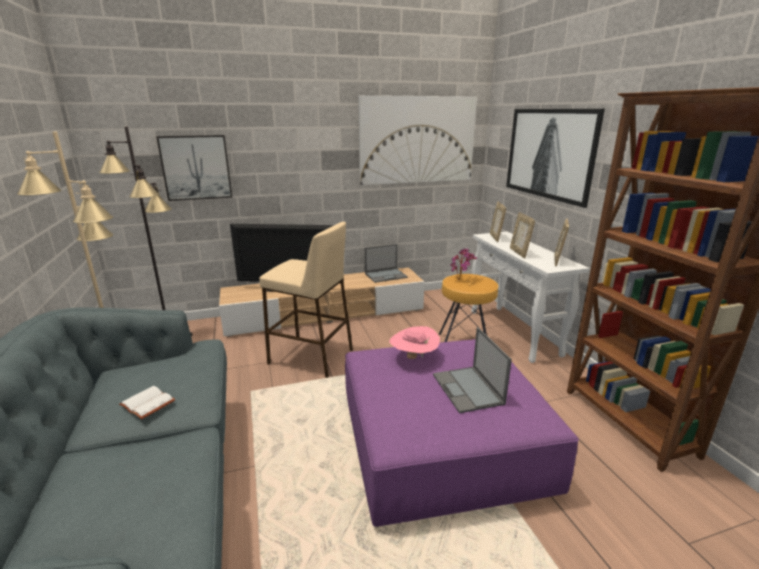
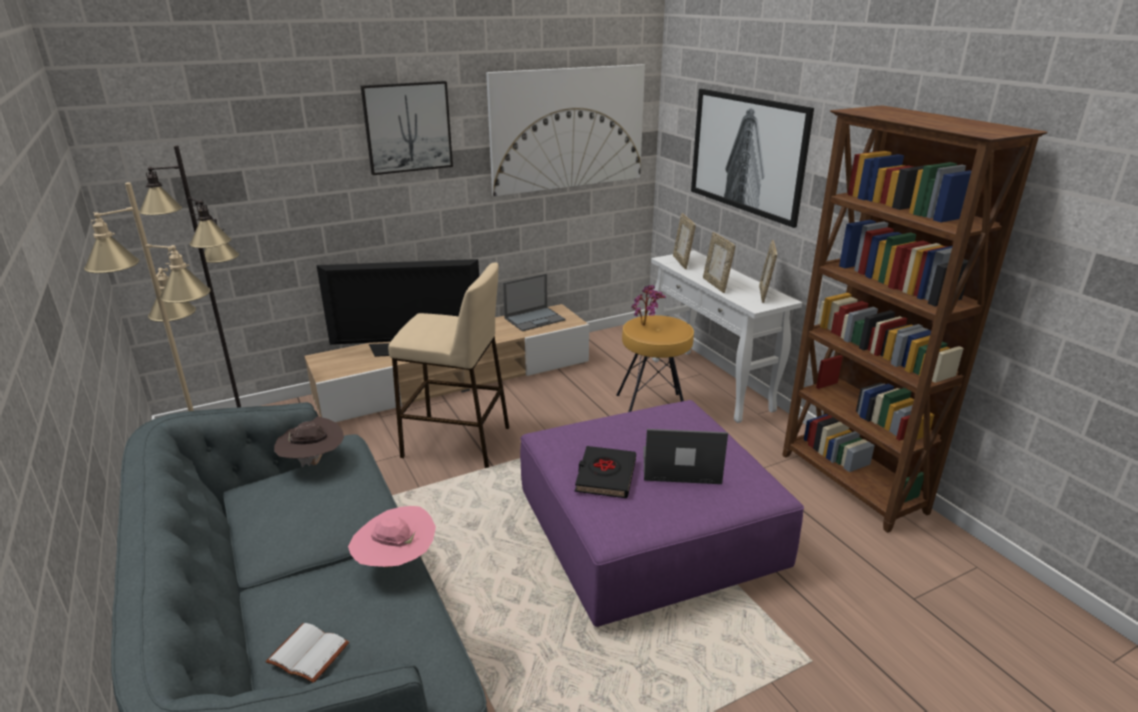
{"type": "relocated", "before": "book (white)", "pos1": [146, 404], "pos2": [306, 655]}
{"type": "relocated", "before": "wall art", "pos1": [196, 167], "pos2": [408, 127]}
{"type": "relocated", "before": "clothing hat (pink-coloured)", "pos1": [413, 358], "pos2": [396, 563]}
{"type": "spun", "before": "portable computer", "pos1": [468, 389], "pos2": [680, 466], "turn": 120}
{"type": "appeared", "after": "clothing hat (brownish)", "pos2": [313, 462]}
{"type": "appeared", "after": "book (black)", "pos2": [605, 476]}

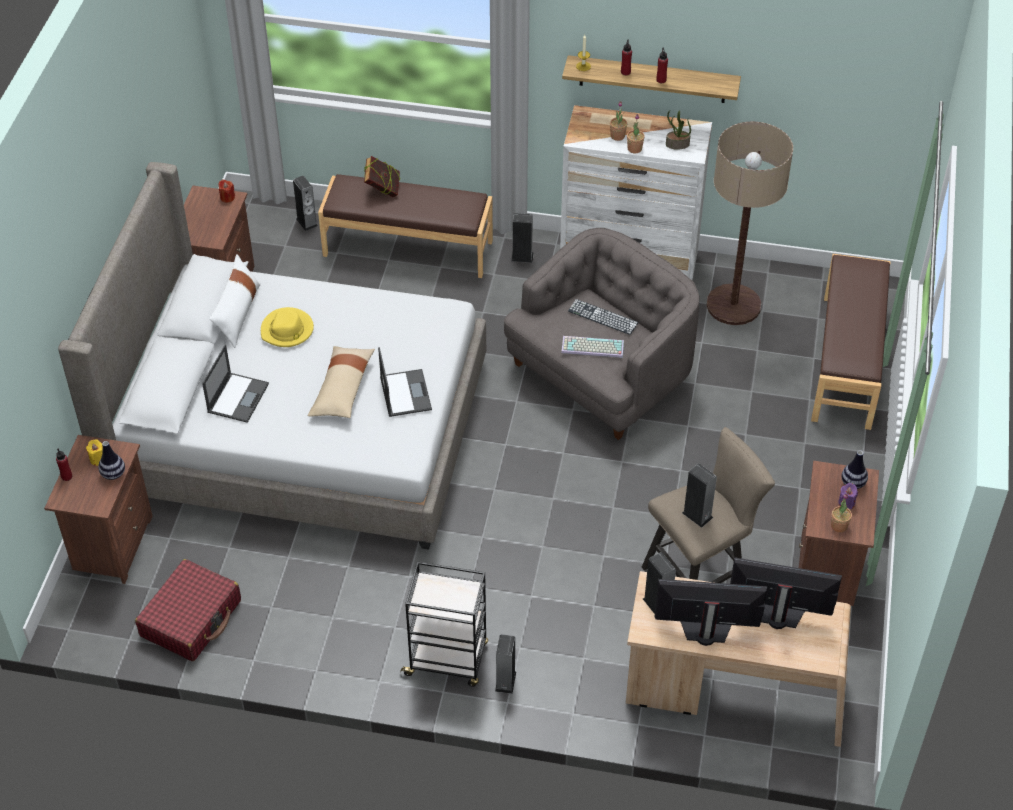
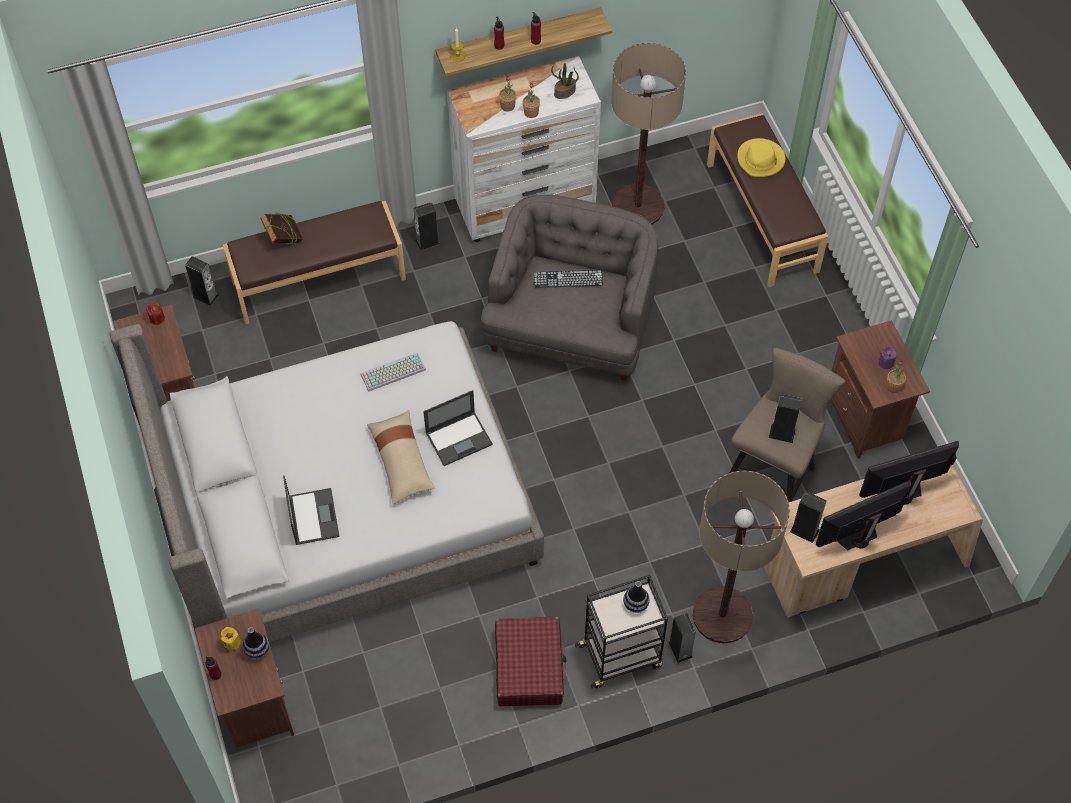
{"type": "relocated", "before": "piece of luggage (red-coloured)", "pos1": [191, 618], "pos2": [529, 667]}
{"type": "missing", "before": "throw pillow (white)", "pos1": [238, 314]}
{"type": "relocated", "before": "clothing hat (yellow)", "pos1": [287, 330], "pos2": [761, 160]}
{"type": "spun", "before": "portable computer", "pos1": [405, 393], "pos2": [459, 438], "turn": 105}
{"type": "relocated", "before": "PC keyboard", "pos1": [591, 348], "pos2": [393, 373]}
{"type": "relocated", "before": "vase", "pos1": [852, 483], "pos2": [635, 604]}
{"type": "appeared", "after": "standard lamp", "pos2": [722, 615]}

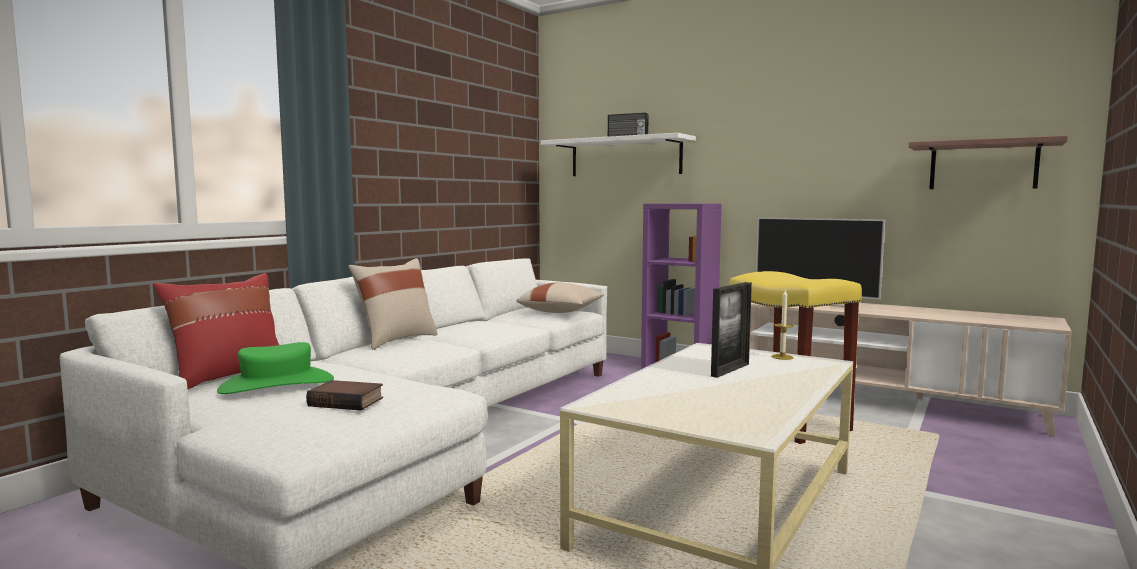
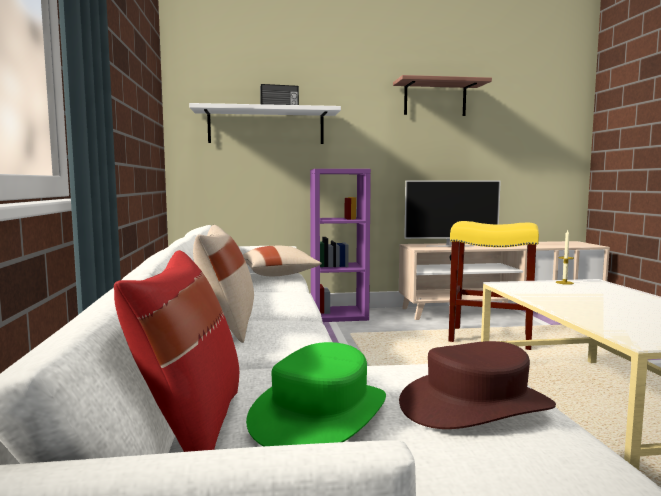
{"type": "exchanged", "before": "book", "after": "clothing hat (brownish)", "pos1": [348, 401], "pos2": [476, 405]}
{"type": "missing", "before": "picture frame", "pos1": [730, 370]}
{"type": "relocated", "before": "bracket shelf", "pos1": [983, 165], "pos2": [435, 99]}

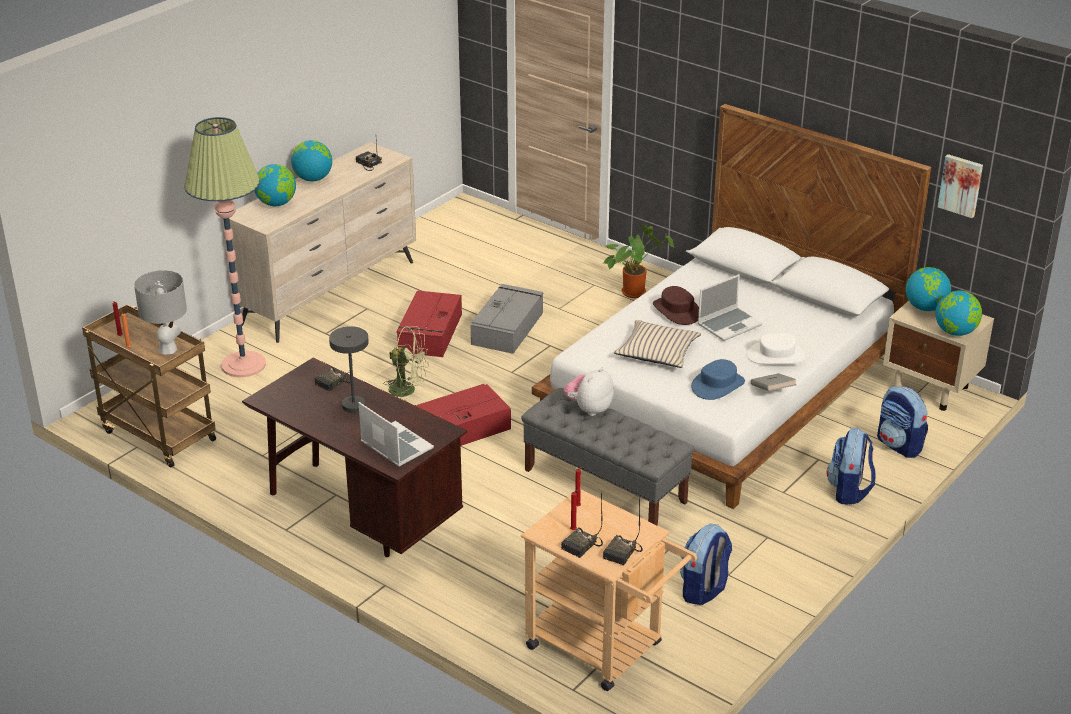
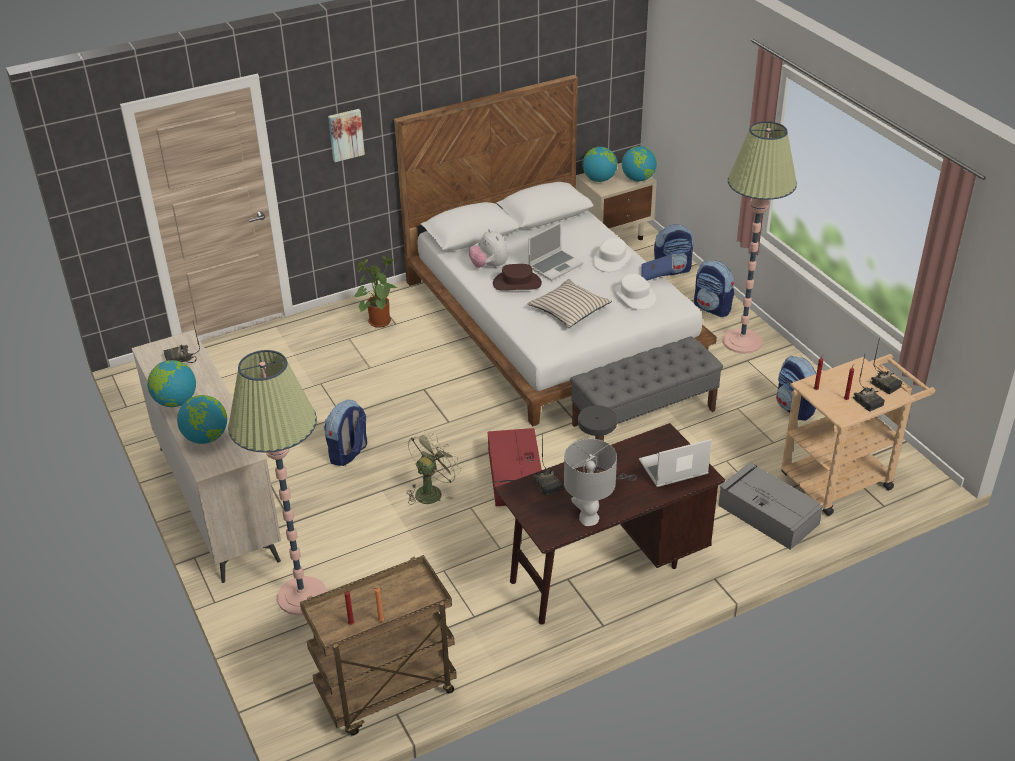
{"type": "relocated", "before": "lamp for a table (gray)", "pos1": [168, 349], "pos2": [588, 518]}
{"type": "exchanged", "before": "storage bin (red-coloured)", "after": "knapsack", "pos1": [430, 333], "pos2": [348, 454]}
{"type": "relocated", "before": "storage bin (gray)", "pos1": [508, 327], "pos2": [767, 514]}
{"type": "relocated", "before": "cuddly toy", "pos1": [589, 409], "pos2": [489, 266]}
{"type": "colour", "before": "clothing hat (blue-coloured)", "after": "clothing hat (white)", "pos1": [717, 385], "pos2": [634, 296]}
{"type": "spun", "before": "portable computer", "pos1": [729, 324], "pos2": [555, 266], "turn": 60}
{"type": "colour", "before": "book (gray)", "after": "book (blue-coloured)", "pos1": [772, 391], "pos2": [656, 275]}
{"type": "relocated", "before": "wall art", "pos1": [961, 185], "pos2": [345, 134]}
{"type": "appeared", "after": "standard lamp", "pos2": [742, 341]}

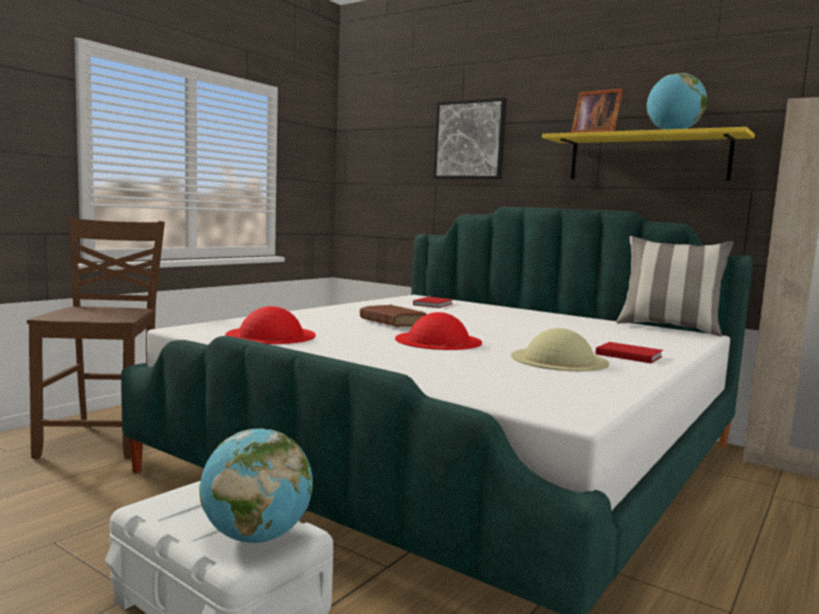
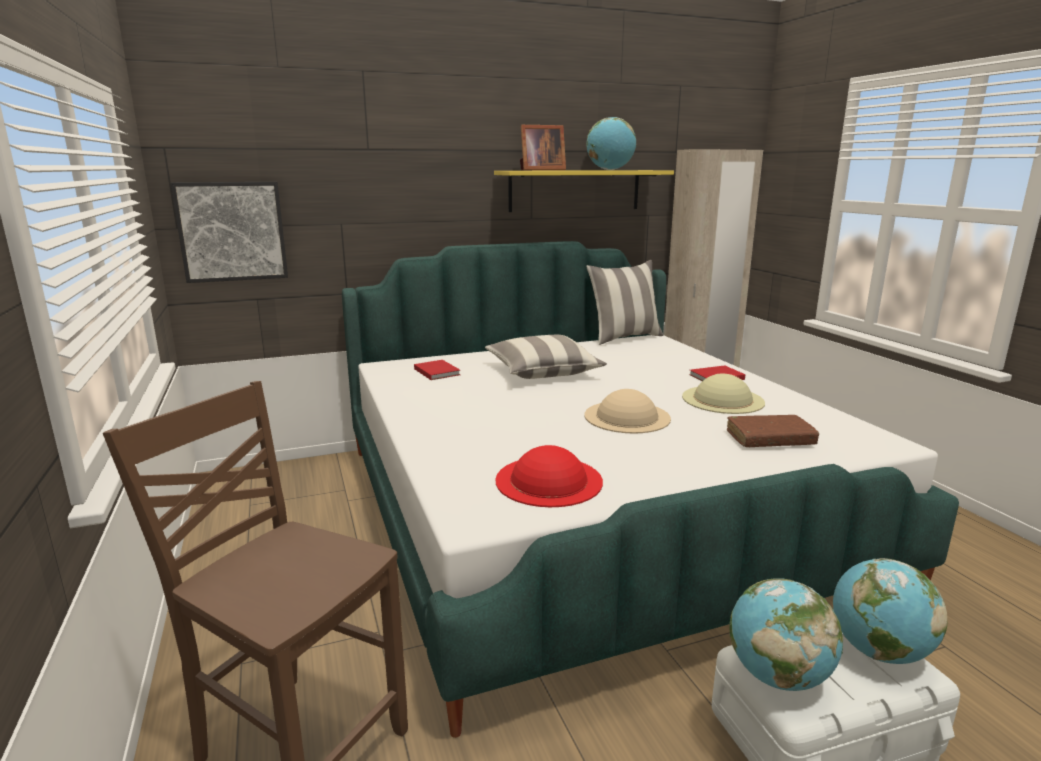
{"type": "relocated", "before": "book (brownish)", "pos1": [392, 323], "pos2": [770, 439]}
{"type": "colour", "before": "clothing hat (red-coloured)", "after": "clothing hat (beige-coloured)", "pos1": [438, 340], "pos2": [627, 416]}
{"type": "relocated", "before": "wall art", "pos1": [470, 140], "pos2": [232, 231]}
{"type": "appeared", "after": "throw pillow", "pos2": [542, 372]}
{"type": "appeared", "after": "desk globe", "pos2": [777, 676]}

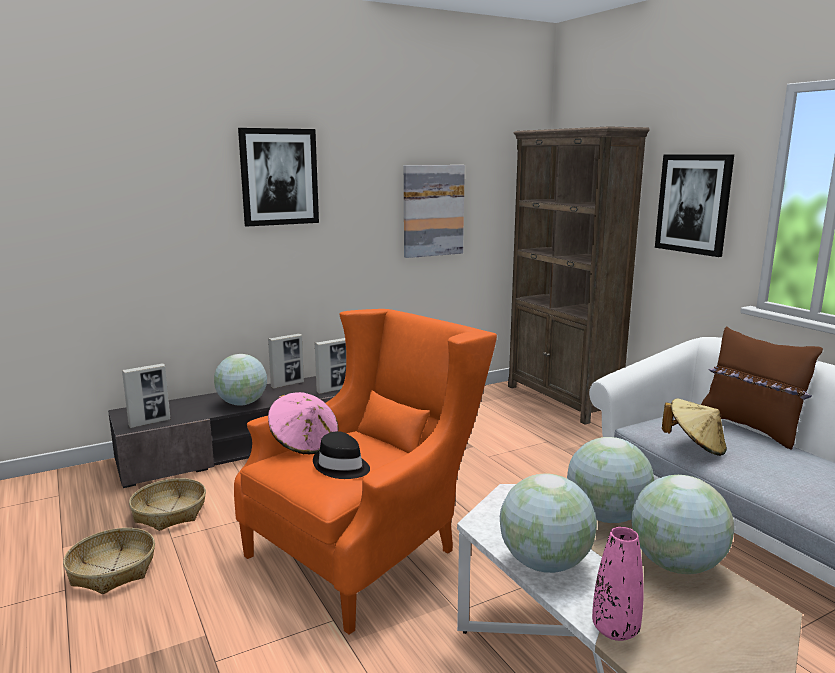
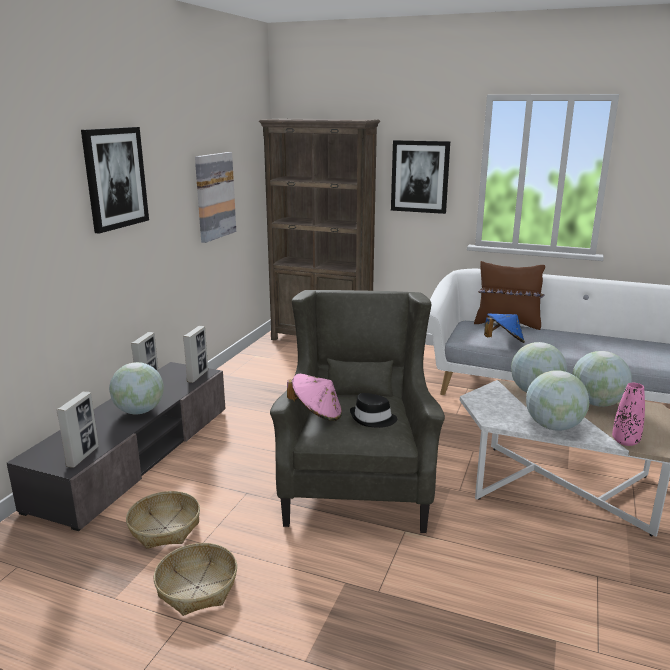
{"type": "colour", "before": "lounge chair (orange)", "after": "lounge chair (gray)", "pos1": [369, 549], "pos2": [357, 482]}
{"type": "colour", "before": "clothing hat (beige-coloured)", "after": "clothing hat (blue-coloured)", "pos1": [695, 446], "pos2": [503, 341]}

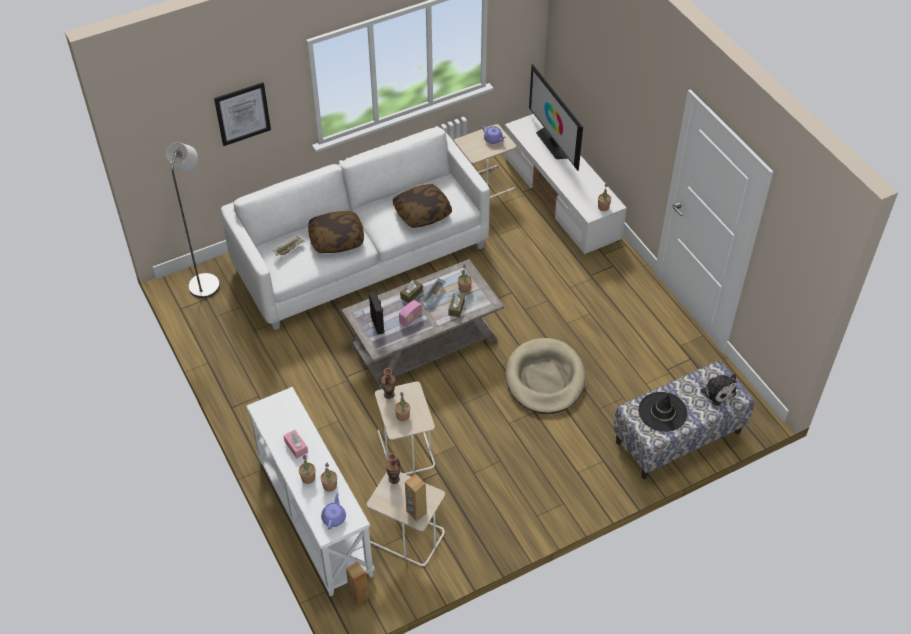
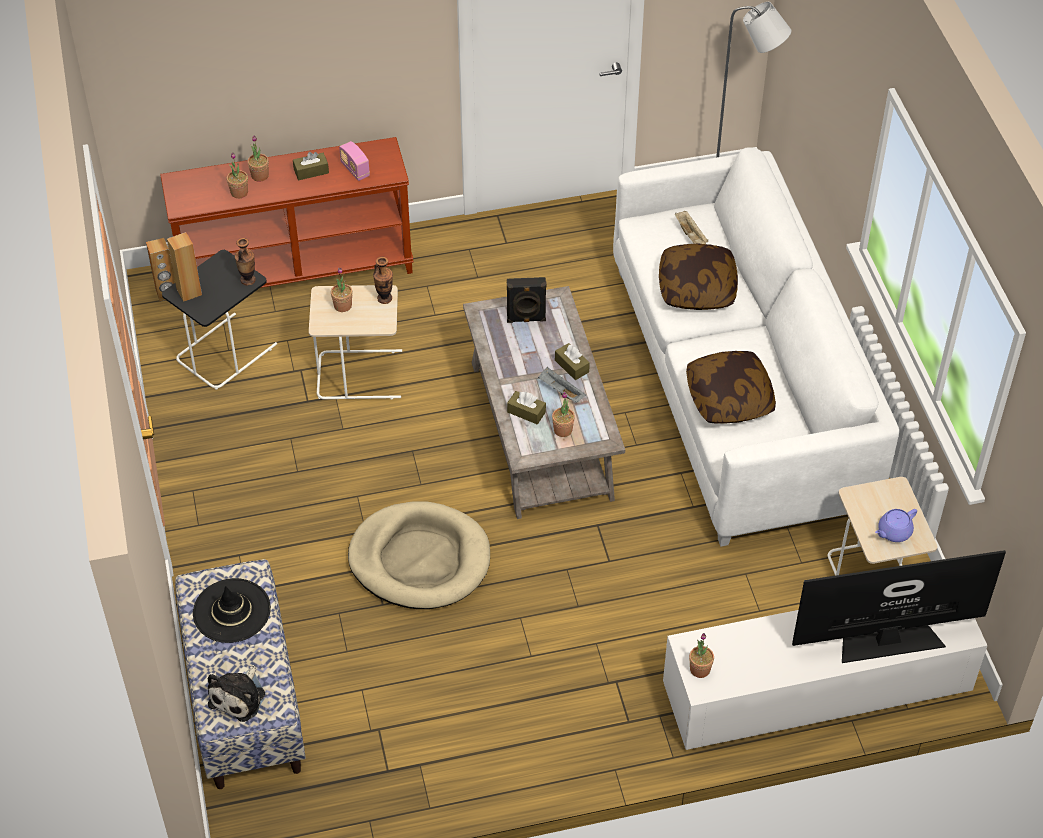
{"type": "missing", "before": "wall art", "pos1": [242, 113]}
{"type": "colour", "before": "console table (white)", "after": "console table (brownish)", "pos1": [313, 516], "pos2": [296, 269]}
{"type": "colour", "before": "tissue box (pink-coloured)", "after": "tissue box (brownish)", "pos1": [296, 447], "pos2": [311, 171]}
{"type": "missing", "before": "tea pot (purplish)", "pos1": [334, 517]}
{"type": "colour", "before": "accent table (beige-coloured)", "after": "accent table (black)", "pos1": [406, 536], "pos2": [225, 351]}
{"type": "relocated", "before": "radio receiver", "pos1": [410, 318], "pos2": [355, 170]}
{"type": "spun", "before": "cuddly toy", "pos1": [717, 391], "pos2": [239, 696], "turn": -45}

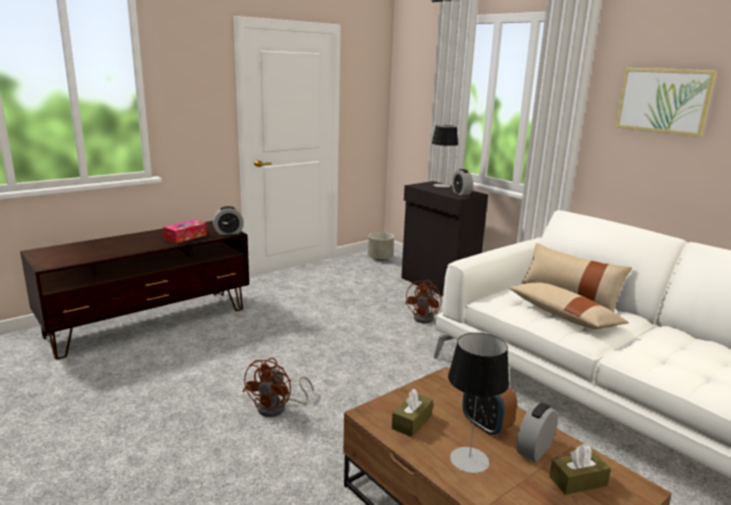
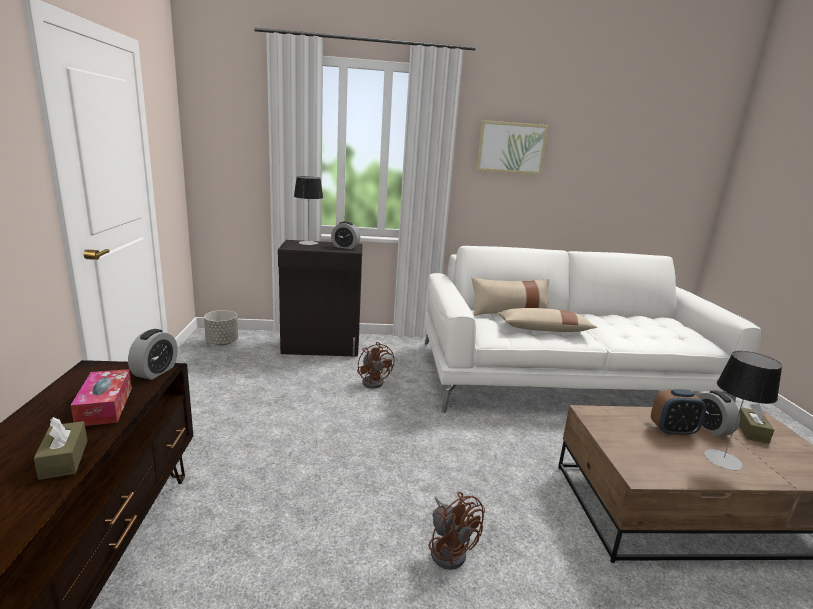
{"type": "relocated", "before": "tissue box (brownish)", "pos1": [412, 422], "pos2": [64, 459]}

